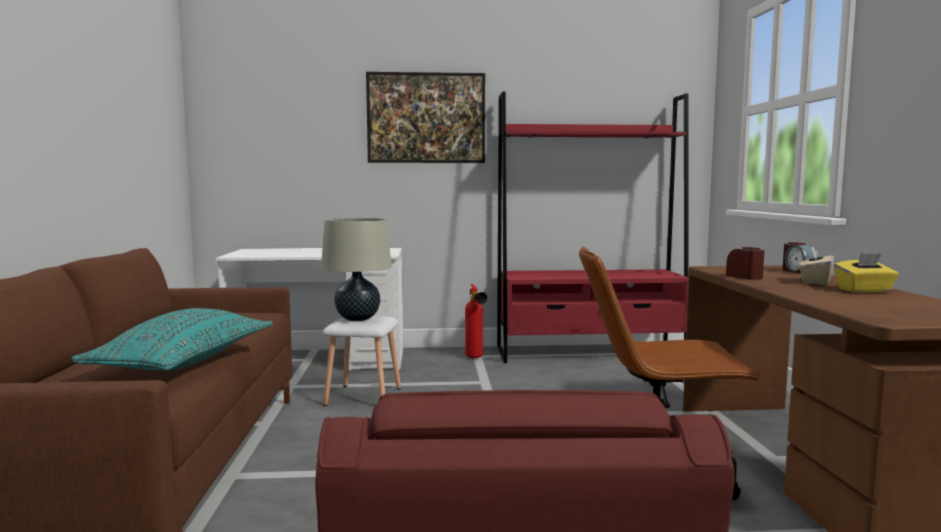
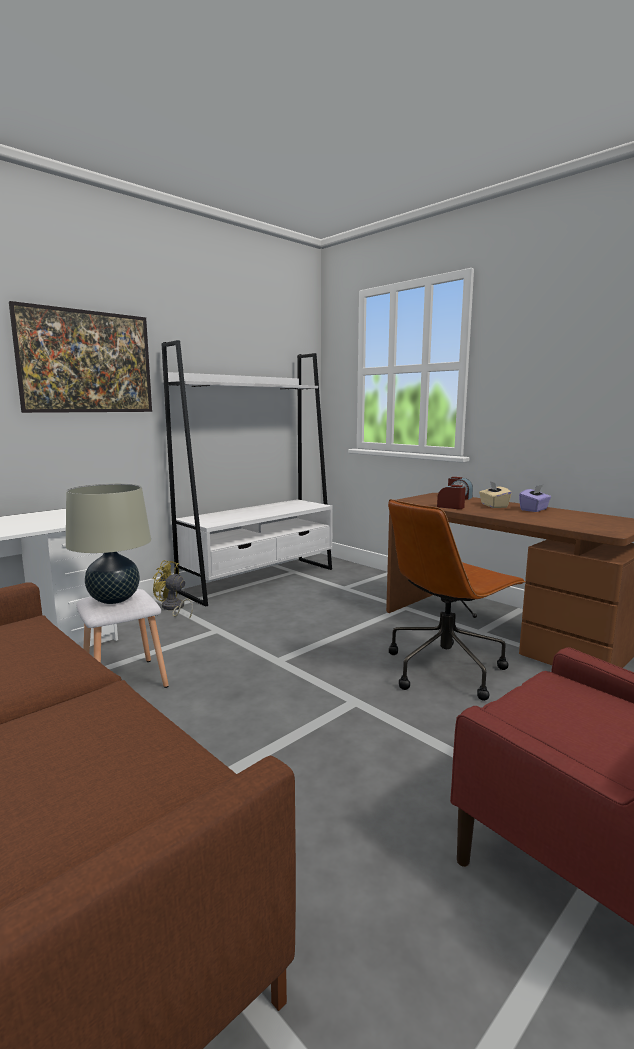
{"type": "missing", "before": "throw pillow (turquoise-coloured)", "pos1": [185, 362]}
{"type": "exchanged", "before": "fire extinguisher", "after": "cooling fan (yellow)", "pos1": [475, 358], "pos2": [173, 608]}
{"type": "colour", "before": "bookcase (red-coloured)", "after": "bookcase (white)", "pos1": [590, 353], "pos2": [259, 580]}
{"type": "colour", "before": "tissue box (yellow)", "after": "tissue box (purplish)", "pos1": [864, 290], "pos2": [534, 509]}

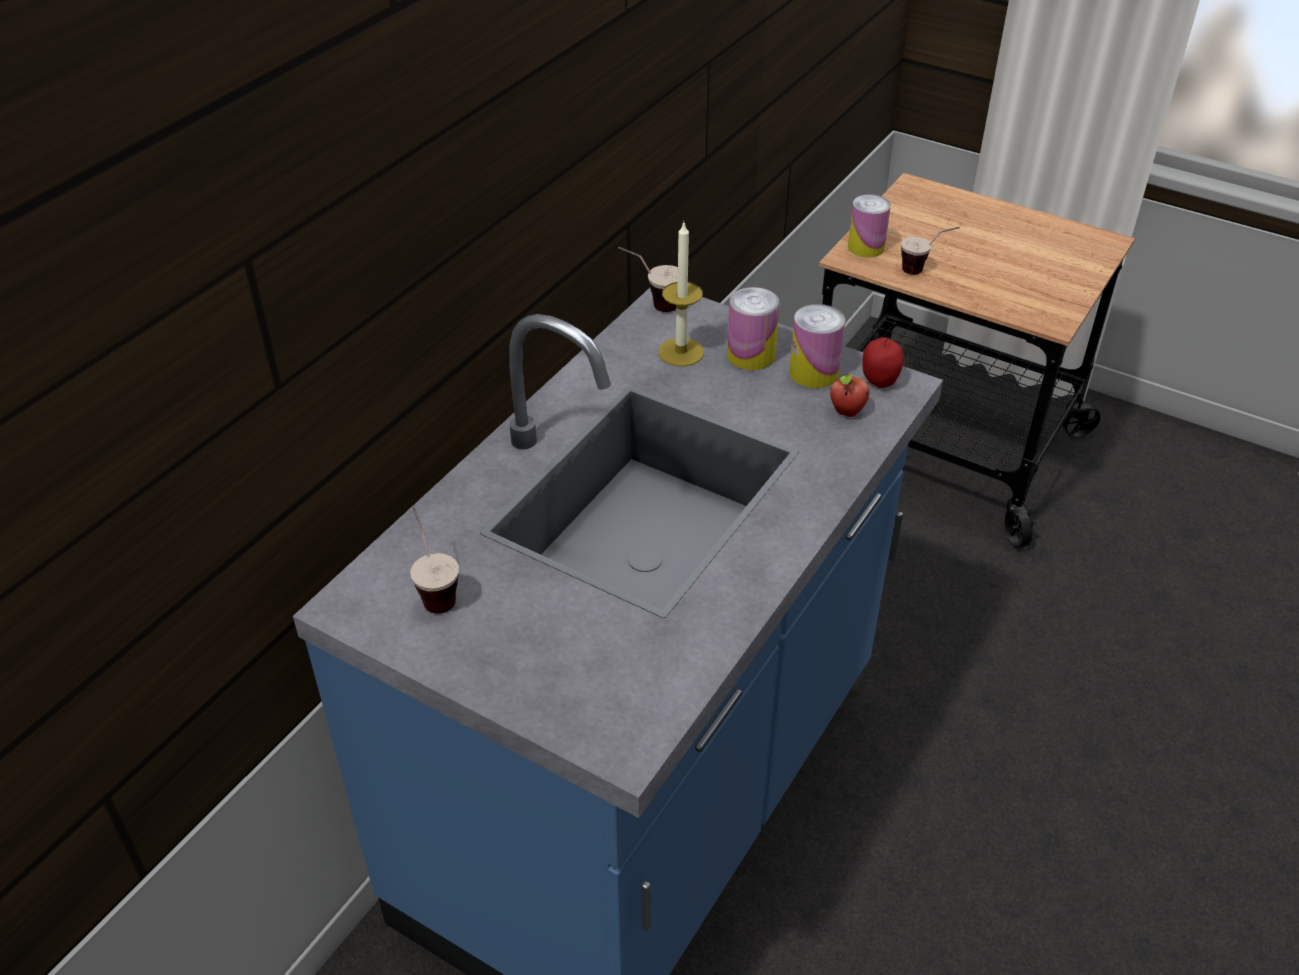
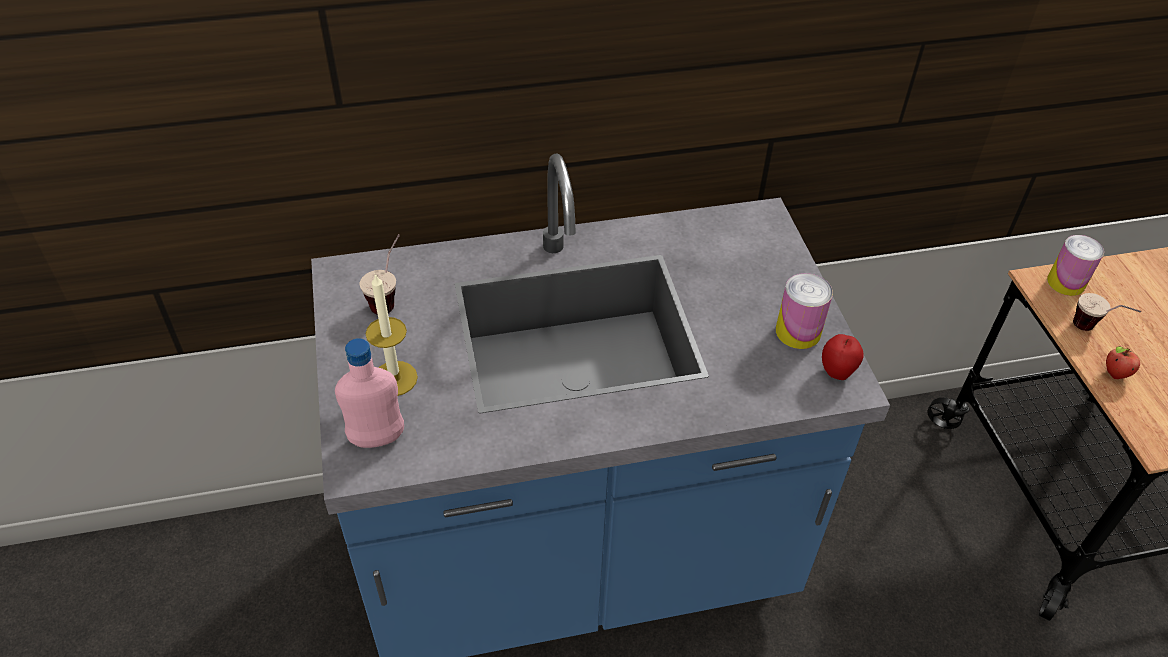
{"type": "missing", "before": "drinking cup", "pos1": [651, 303]}
{"type": "relocated", "before": "wax light", "pos1": [681, 352], "pos2": [394, 378]}
{"type": "missing", "before": "can", "pos1": [751, 355]}
{"type": "relocated", "before": "apple", "pos1": [847, 413], "pos2": [1114, 375]}
{"type": "appeared", "after": "bottle (pink-coloured)", "pos2": [377, 438]}

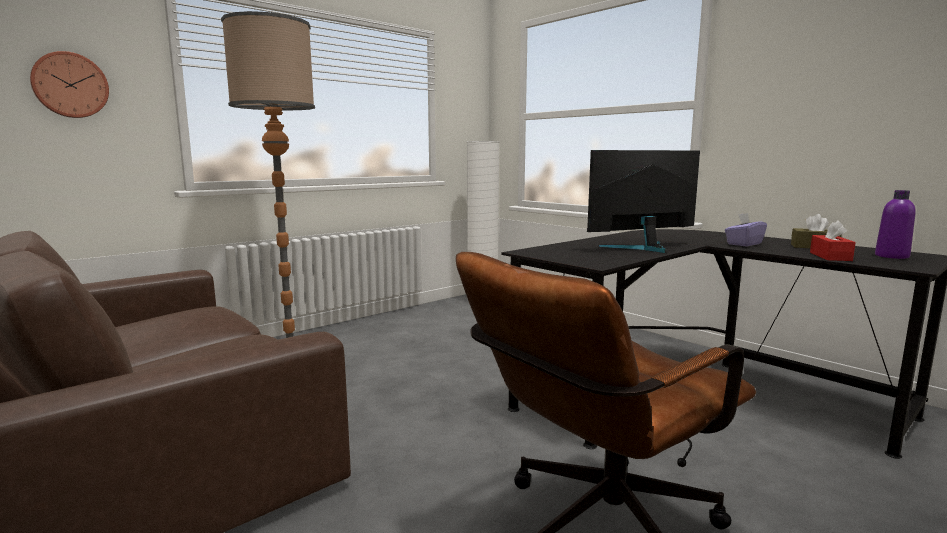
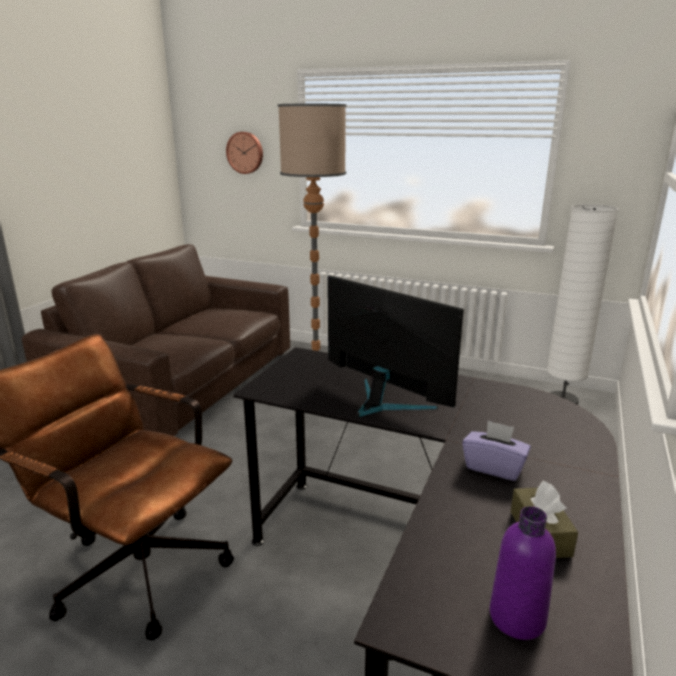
{"type": "missing", "before": "tissue box (red-coloured)", "pos1": [830, 256]}

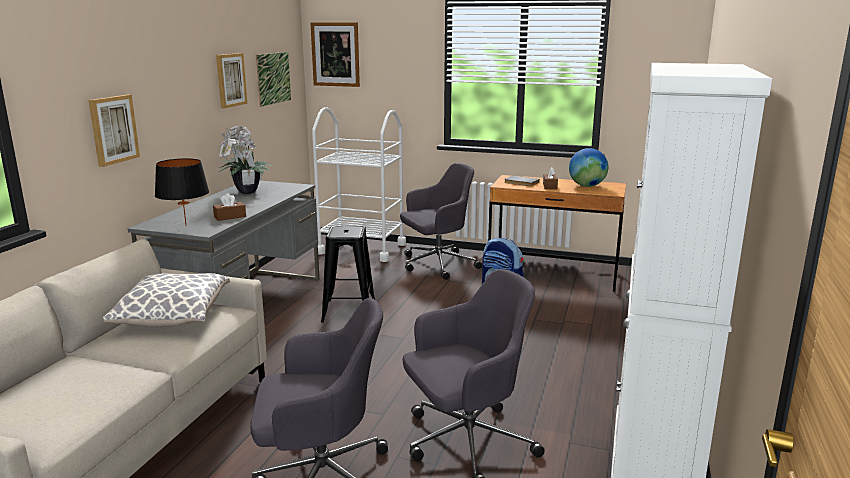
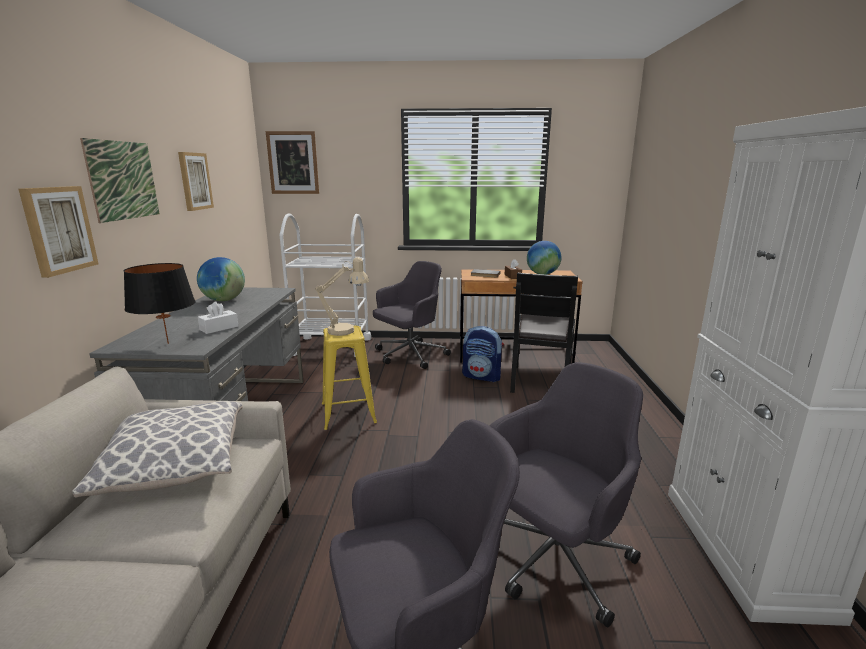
{"type": "colour", "before": "tissue box (brownish)", "after": "tissue box (white)", "pos1": [230, 217], "pos2": [219, 328]}
{"type": "exchanged", "before": "potted plant", "after": "desk globe", "pos1": [245, 192], "pos2": [224, 300]}
{"type": "relocated", "before": "wall art", "pos1": [273, 78], "pos2": [123, 180]}
{"type": "colour", "before": "stool (black)", "after": "stool (yellow)", "pos1": [349, 311], "pos2": [348, 412]}
{"type": "appeared", "after": "lamp for a table (beige-coloured)", "pos2": [347, 330]}
{"type": "appeared", "after": "plain chair (black)", "pos2": [539, 381]}

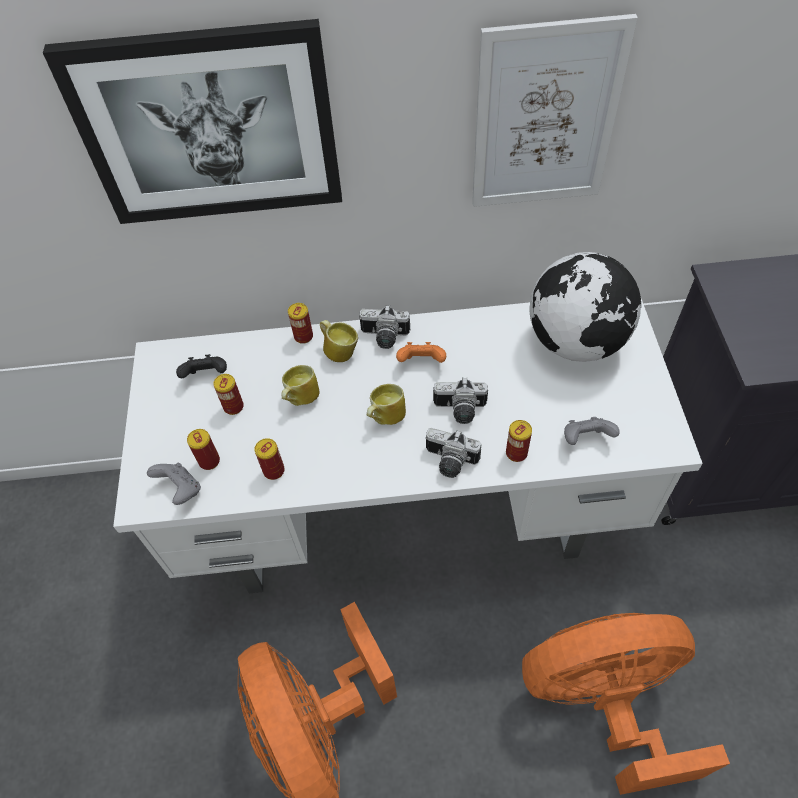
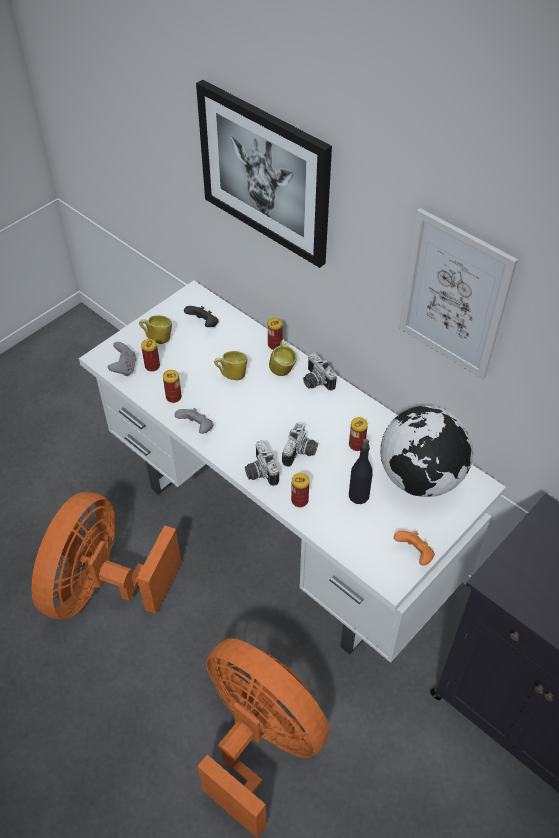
{"type": "relocated", "before": "can", "pos1": [233, 407], "pos2": [356, 445]}
{"type": "relocated", "before": "mug", "pos1": [385, 417], "pos2": [157, 338]}
{"type": "relocated", "before": "joypad (orange)", "pos1": [421, 362], "pos2": [414, 554]}
{"type": "spun", "before": "photo camera", "pos1": [460, 411], "pos2": [301, 453], "turn": -120}
{"type": "relocated", "before": "joypad (gray)", "pos1": [585, 439], "pos2": [197, 428]}
{"type": "appeared", "after": "bottle (black)", "pos2": [358, 495]}

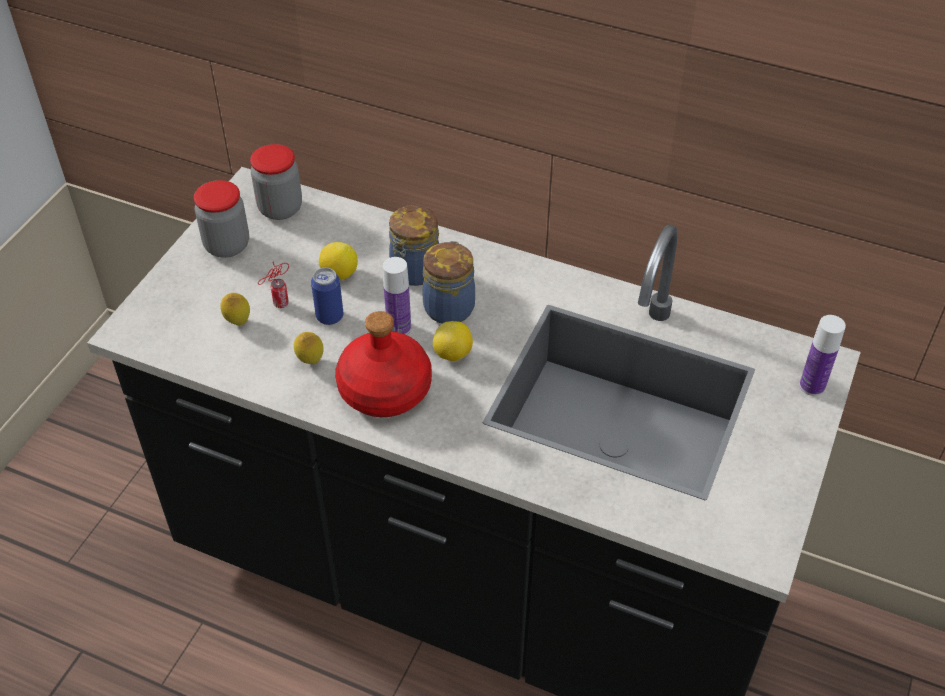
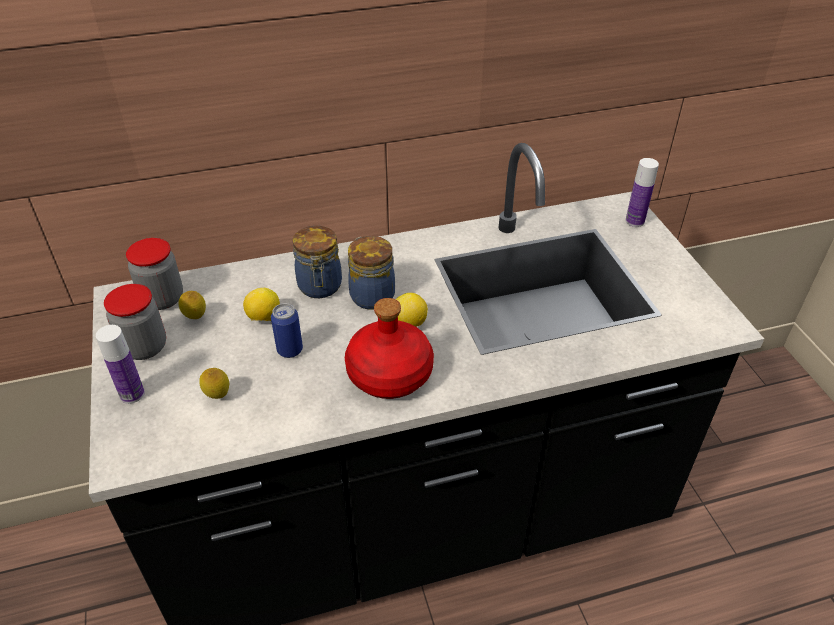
{"type": "missing", "before": "can", "pos1": [279, 304]}
{"type": "relocated", "before": "whole lemon", "pos1": [310, 361], "pos2": [195, 318]}
{"type": "relocated", "before": "bottle", "pos1": [399, 328], "pos2": [132, 394]}

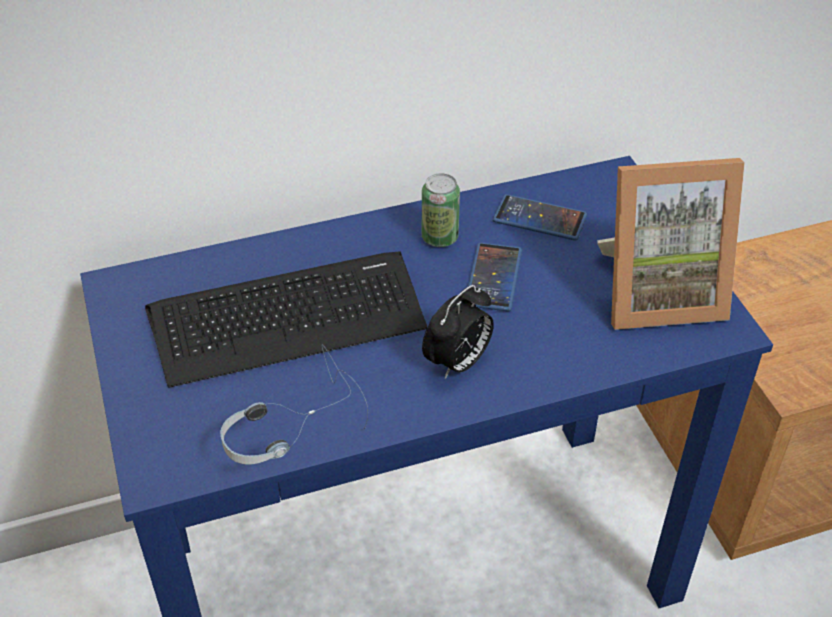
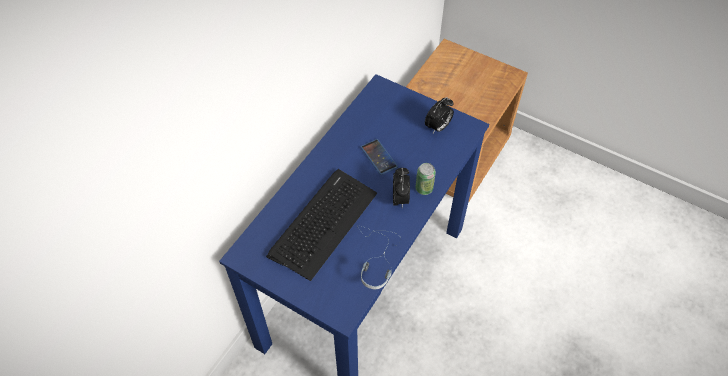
{"type": "relocated", "before": "can", "pos1": [439, 237], "pos2": [424, 188]}
{"type": "missing", "before": "phone", "pos1": [540, 218]}
{"type": "exchanged", "before": "picture frame", "after": "alarm clock", "pos1": [657, 293], "pos2": [438, 127]}

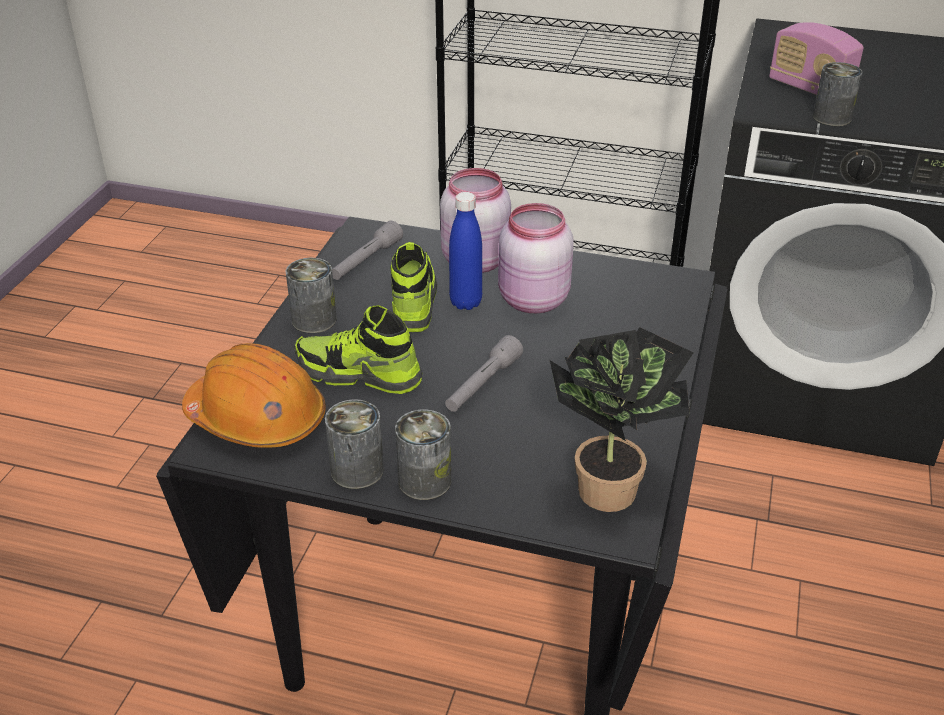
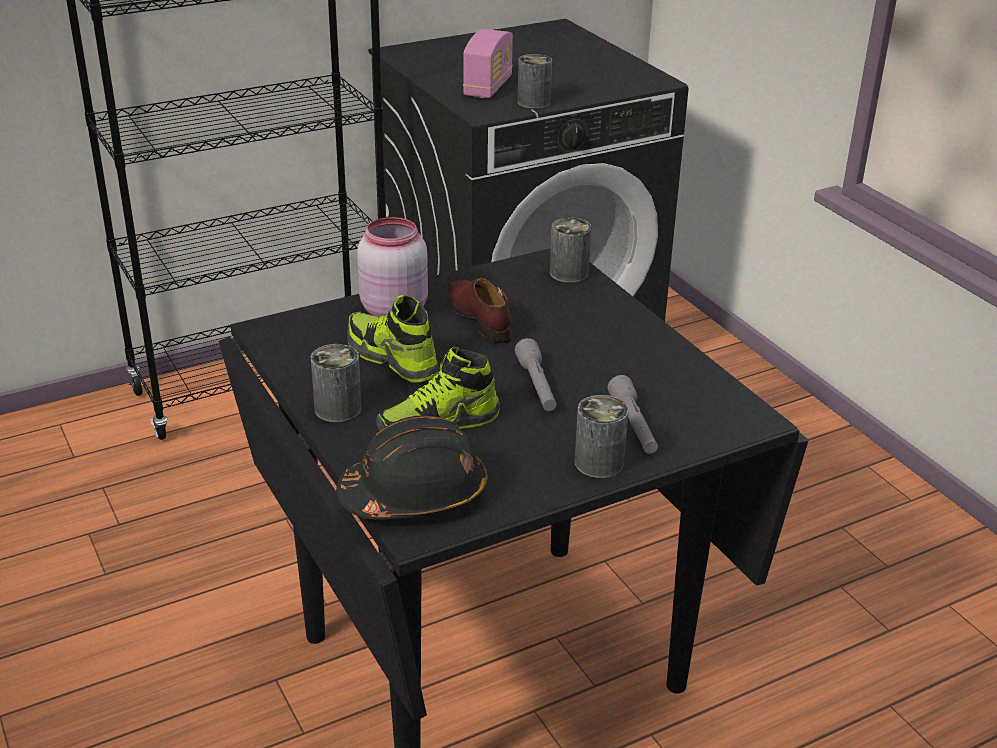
{"type": "colour", "before": "work helmet (orange)", "after": "work helmet (black)", "pos1": [257, 418], "pos2": [415, 495]}
{"type": "relocated", "before": "can", "pos1": [357, 470], "pos2": [569, 273]}
{"type": "relocated", "before": "flashlight (gray)", "pos1": [366, 261], "pos2": [633, 426]}
{"type": "missing", "before": "bottle (blue-coloured)", "pos1": [465, 302]}
{"type": "exchanged", "before": "jar (pink-coloured)", "after": "item of footwear (brownish)", "pos1": [531, 300], "pos2": [479, 317]}
{"type": "missing", "before": "potted plant", "pos1": [609, 485]}
{"type": "spun", "before": "radio receiver", "pos1": [809, 88], "pos2": [488, 87], "turn": -75}

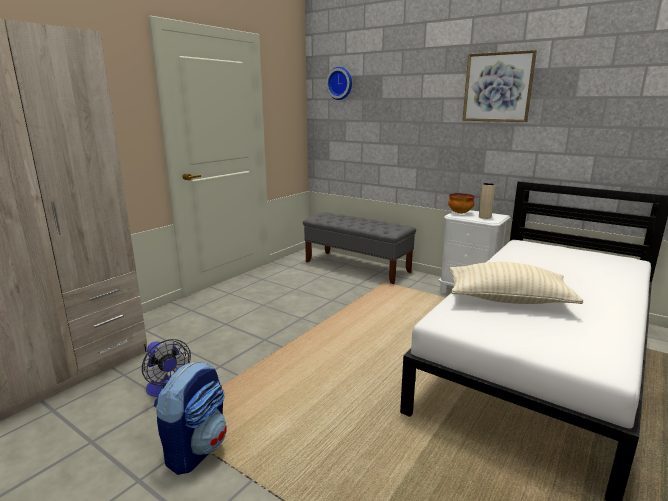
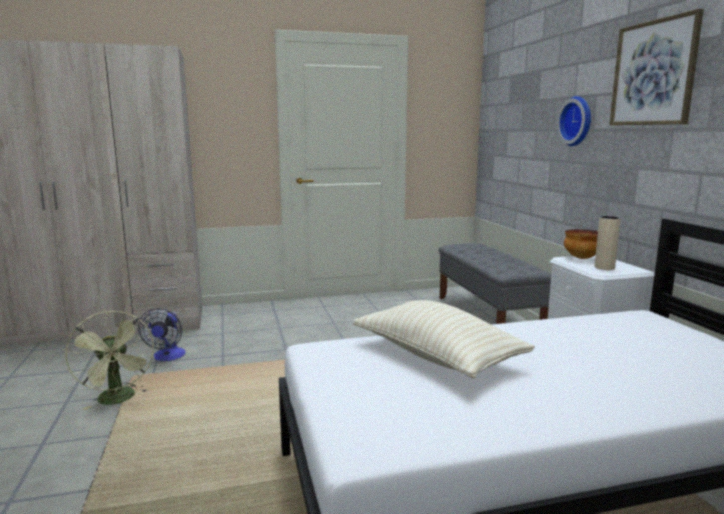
{"type": "exchanged", "before": "knapsack", "after": "cooling fan (green-coloured)", "pos1": [196, 449], "pos2": [119, 400]}
{"type": "relocated", "before": "wall clock", "pos1": [340, 83], "pos2": [577, 121]}

